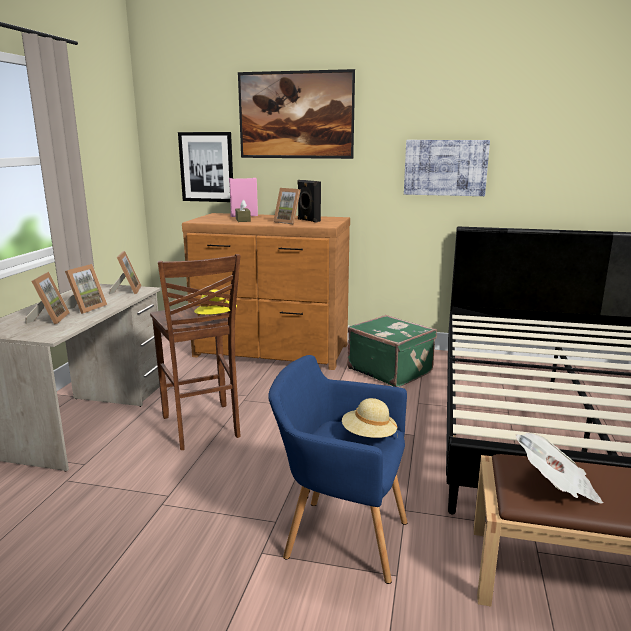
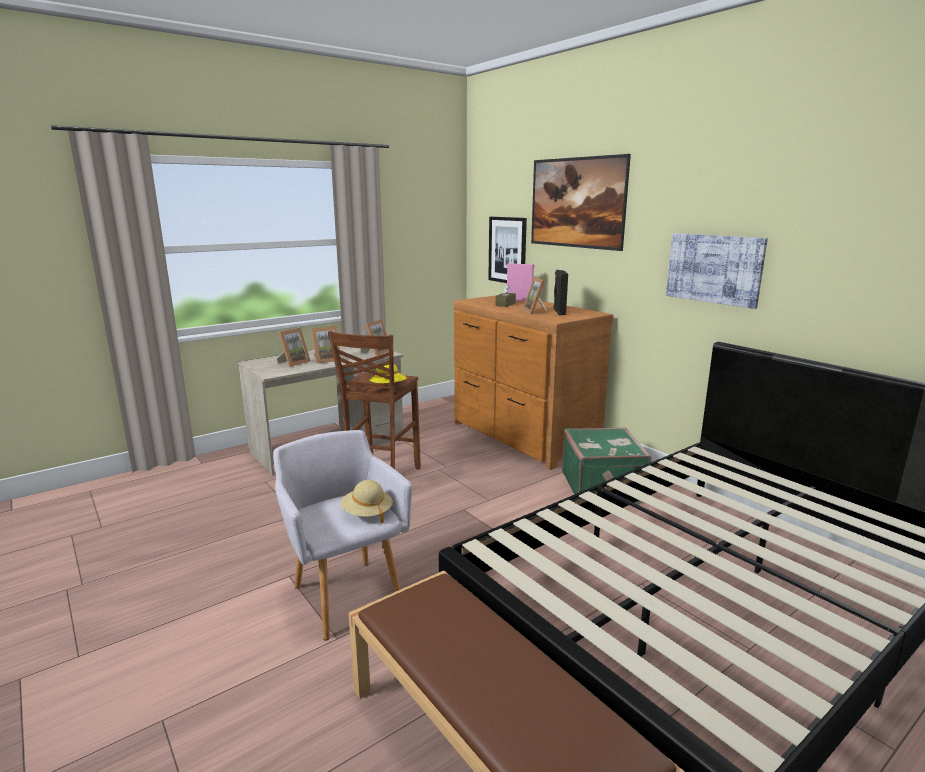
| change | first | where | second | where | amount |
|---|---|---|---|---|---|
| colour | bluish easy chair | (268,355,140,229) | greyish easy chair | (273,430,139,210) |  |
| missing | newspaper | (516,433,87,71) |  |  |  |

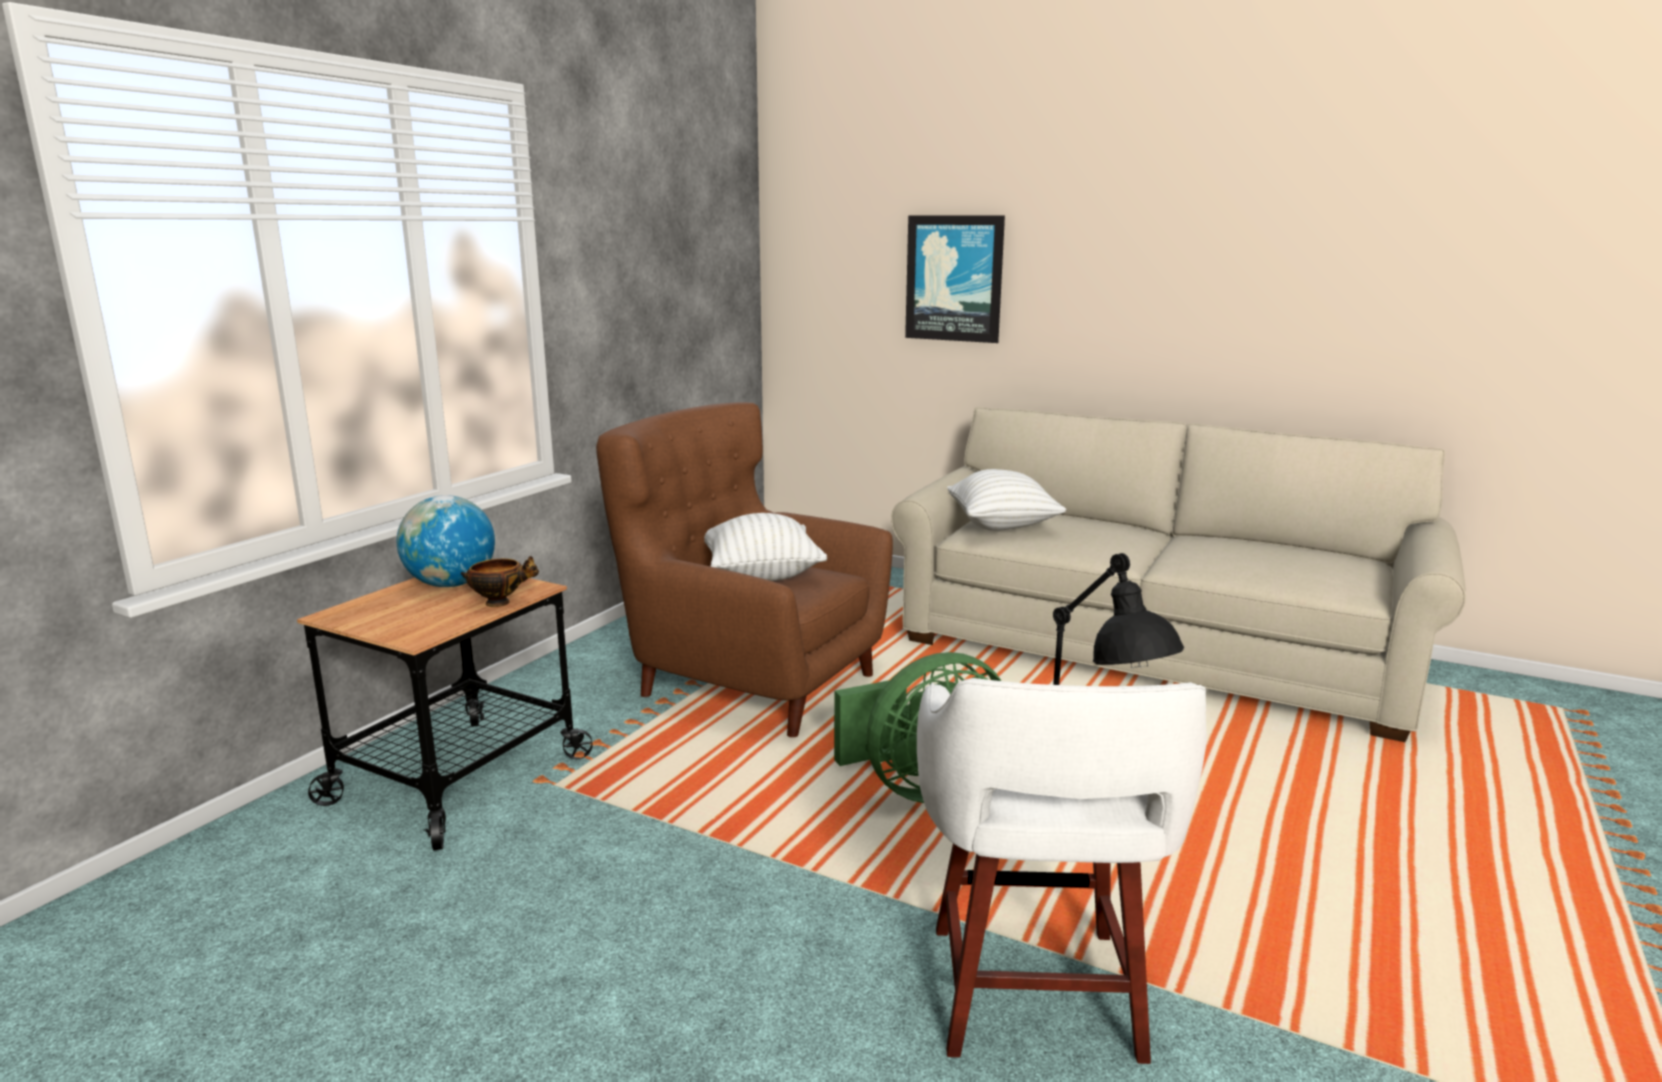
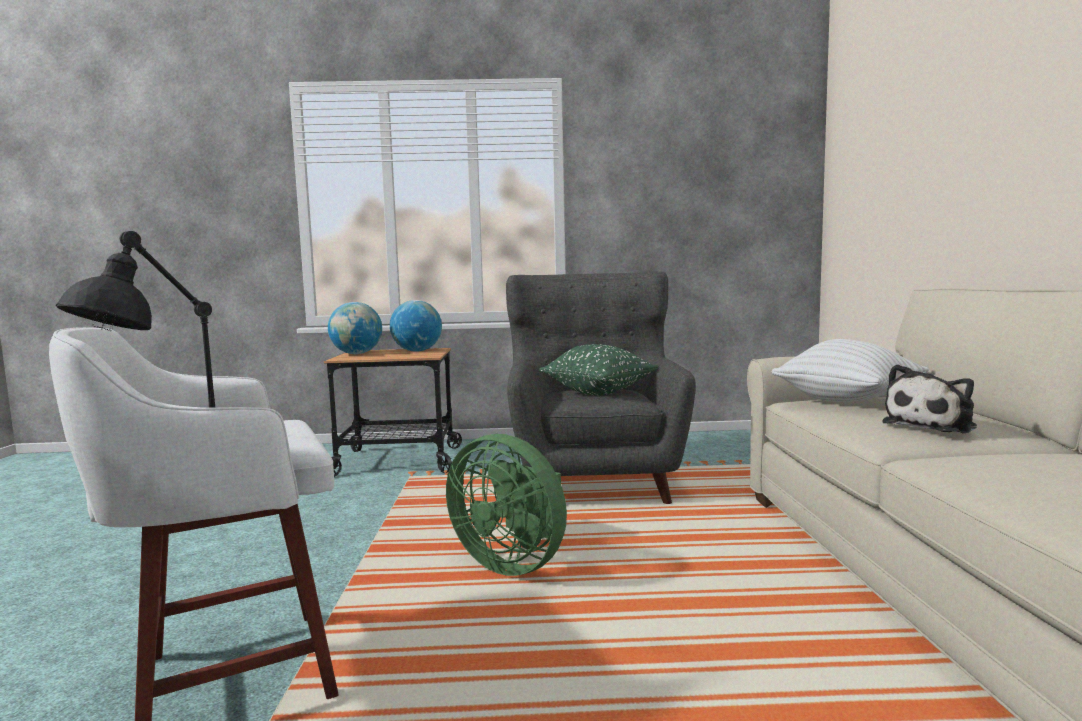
| change | first | where | second | where | amount |
|---|---|---|---|---|---|
| missing | deep dish | (461,556,78,51) |  |  |  |
| colour | brown easy chair | (596,402,297,335) | greyish easy chair | (506,271,190,233) |  |
| colour | white throw pillow | (704,513,123,68) | green-coloured throw pillow | (539,344,119,51) |  |
| missing | picture | (905,215,100,128) |  |  |  |
| appeared |  |  | desk globe | (328,302,54,52) |  |
| appeared |  |  | plush toy | (882,364,95,69) |  |

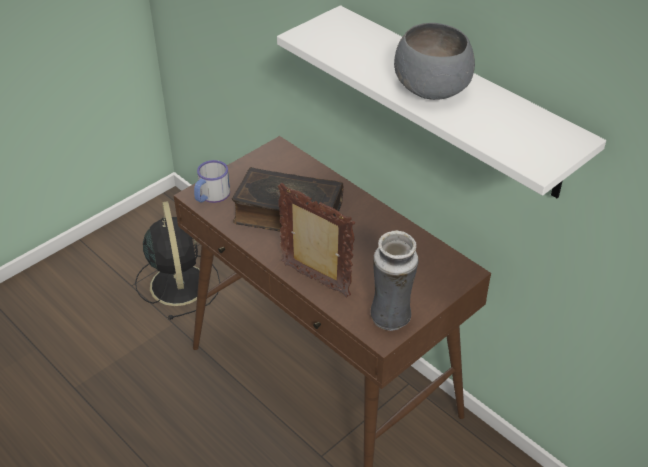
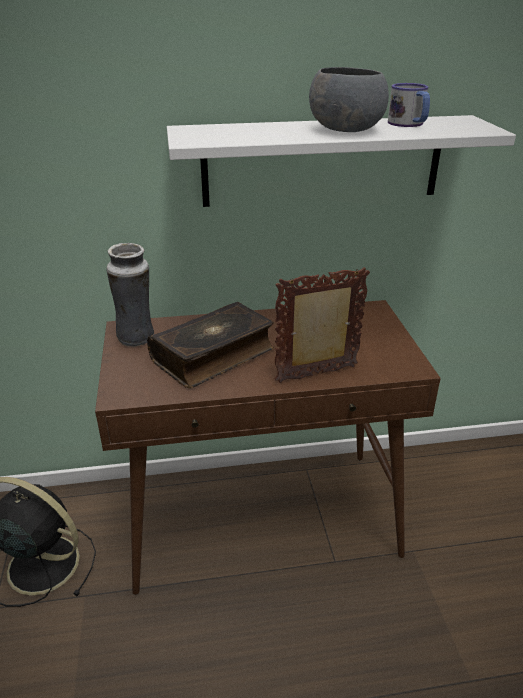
| change | first | where | second | where | amount |
|---|---|---|---|---|---|
| relocated | tea mug | (194,160,36,43) |  | (388,83,42,44) |  |
| relocated | decorative vase | (370,230,49,101) |  | (107,243,47,104) |  |

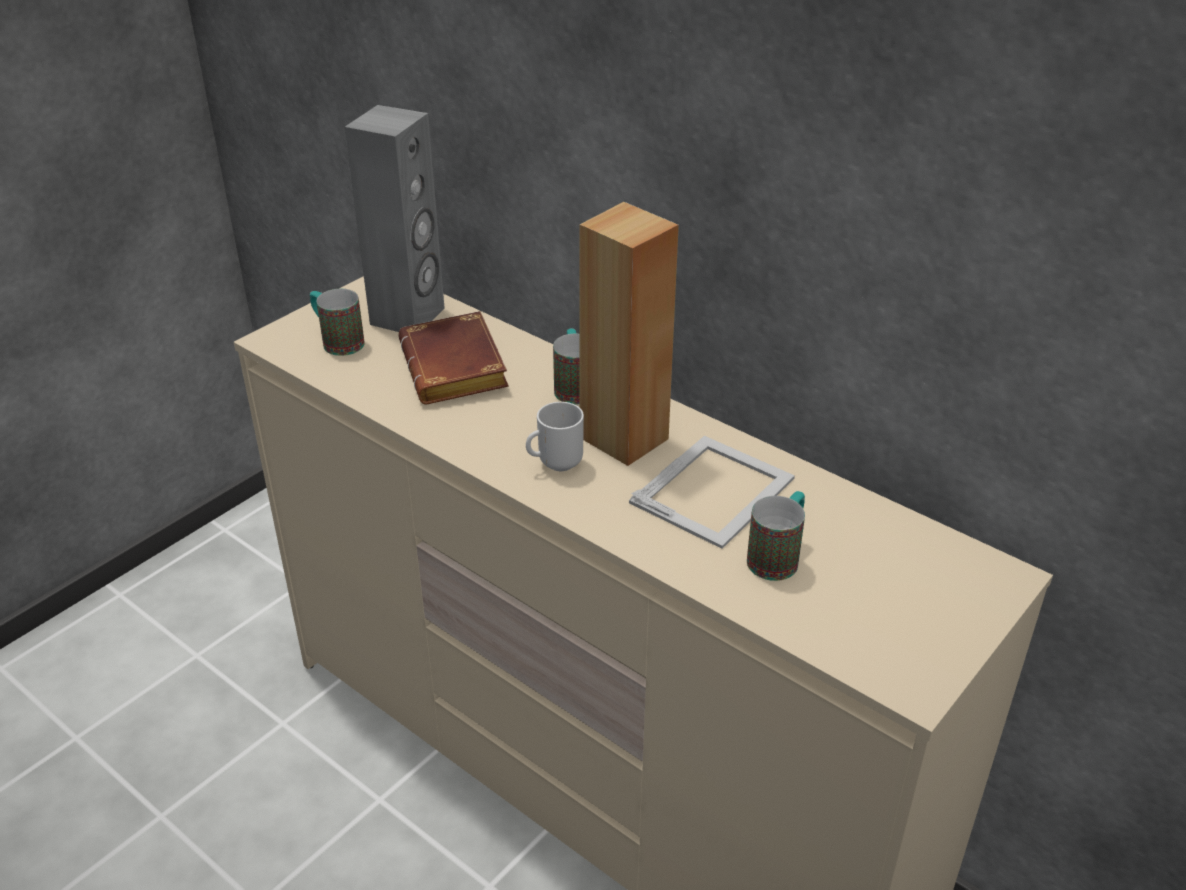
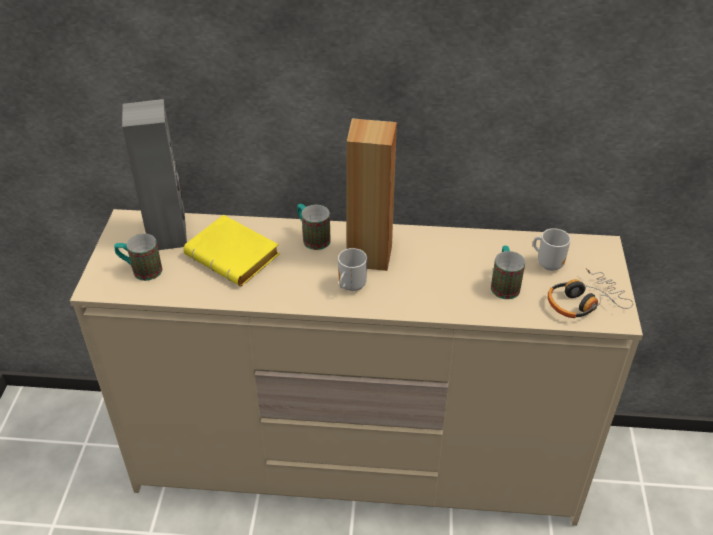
| change | first | where | second | where | amount |
|---|---|---|---|---|---|
| colour | brown book | (398,311,111,93) | yellow-coloured book | (183,215,97,71) |  |
| missing | picture frame | (629,436,166,113) |  |  |  |
| appeared |  |  | tea mug | (533,228,38,43) |  |
| appeared |  |  | headphones | (548,268,85,50) |  |

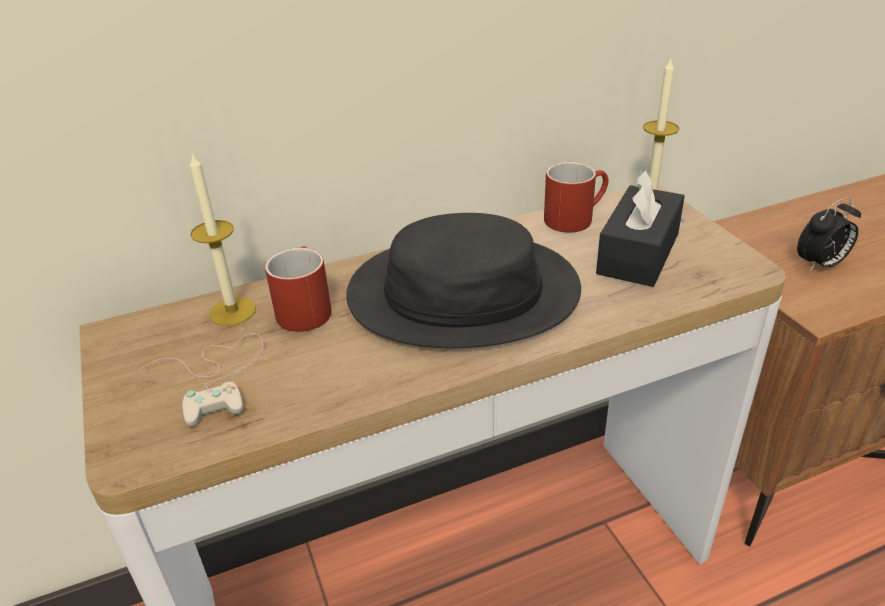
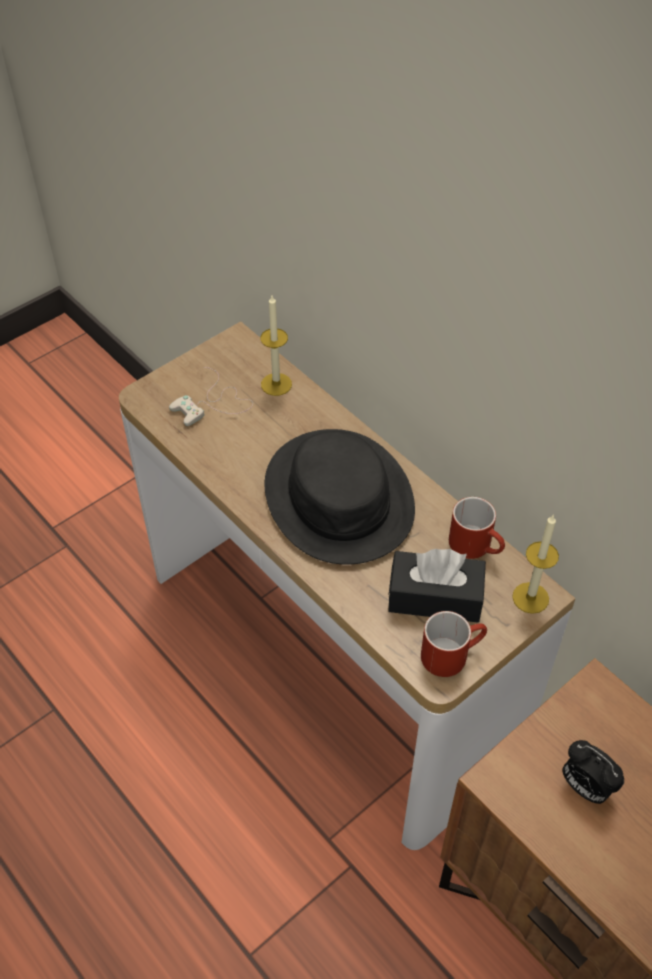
| change | first | where | second | where | amount |
|---|---|---|---|---|---|
| relocated | reddish tea mug | (265,246,66,86) |  | (421,611,66,66) |  |

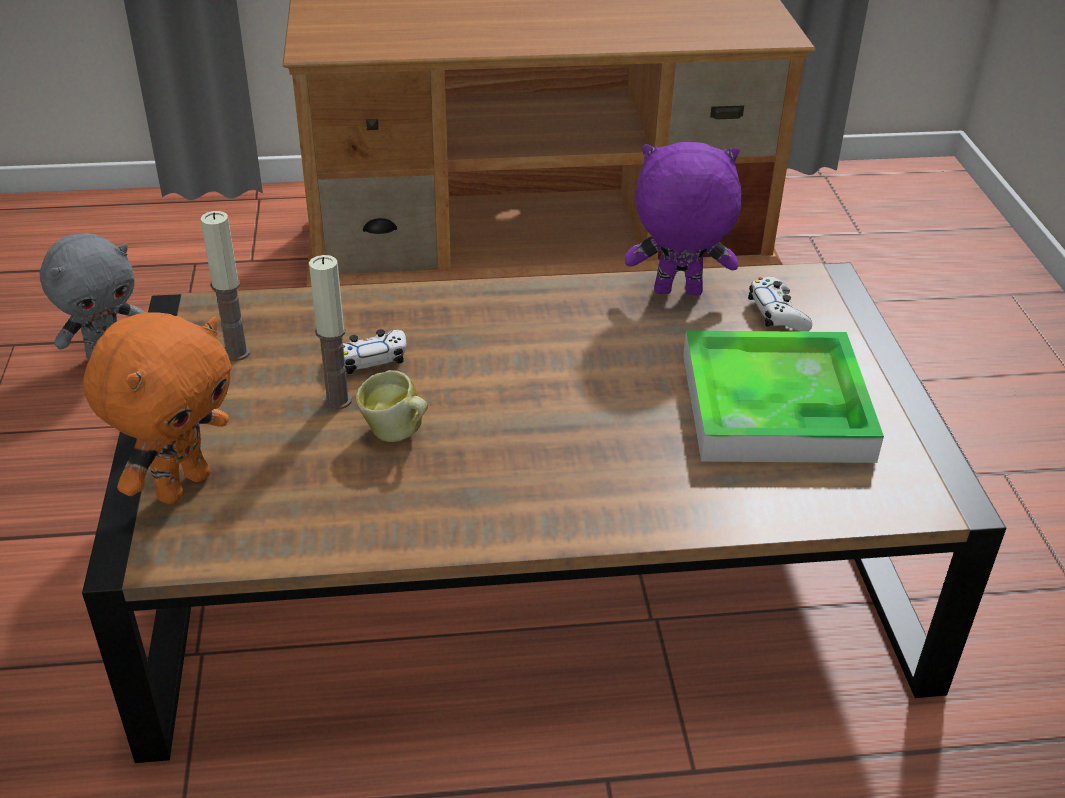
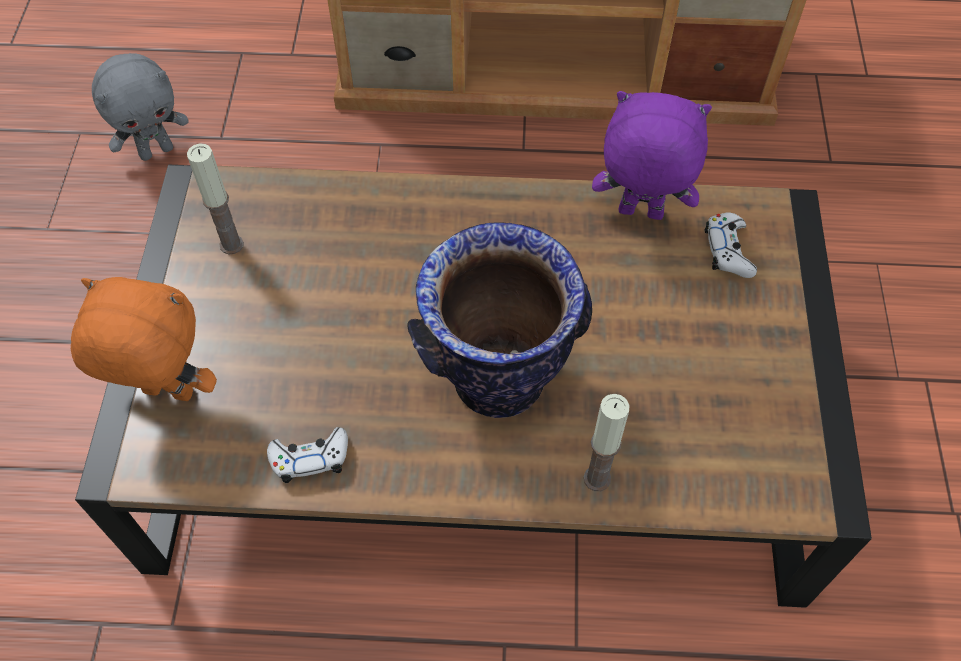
| change | first | where | second | where | amount |
|---|---|---|---|---|---|
| spun | orangey plush toy | (83,312,149,192) |  | (71,277,146,124) | 120 degrees counterclockwise |
| relocated | wax candle | (309,255,43,155) |  | (584,394,46,97) |  |
| relocated | white joypad | (343,329,63,45) |  | (267,427,81,56) |  |
| missing | tea mug | (356,370,72,72) |  |  |  |
| missing | serving tray | (683,331,201,132) |  |  |  |
| appeared |  |  | decorative vase | (407,222,185,196) |  |

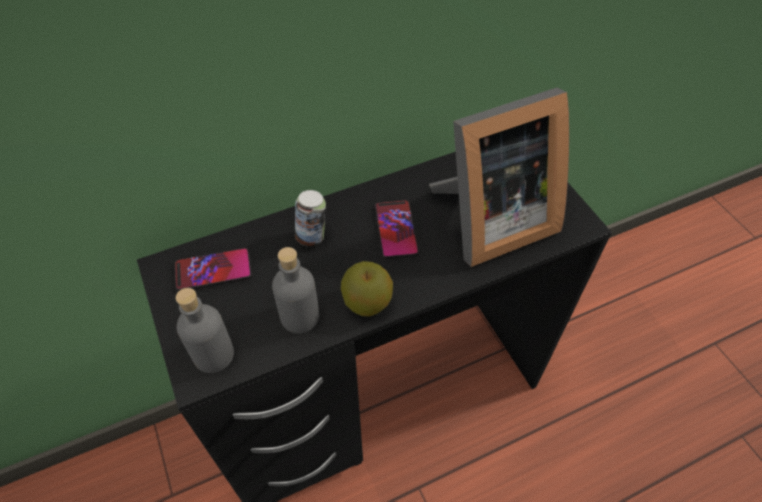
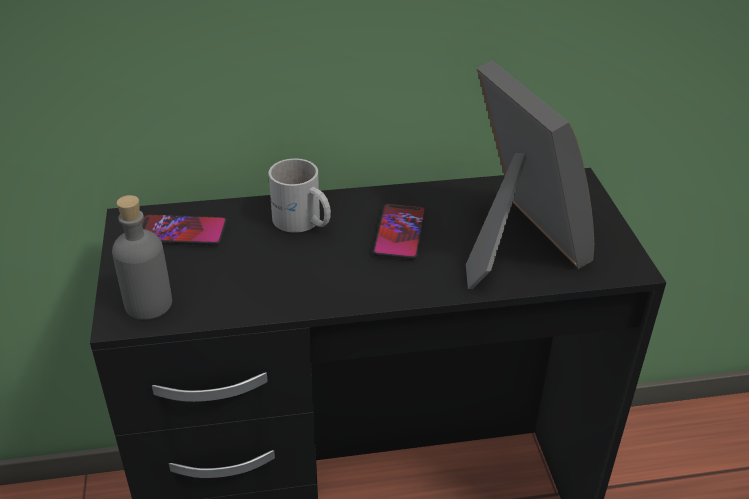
| change | first | where | second | where | amount |
|---|---|---|---|---|---|
| missing | greyish beverage bottle | (272,247,47,86) |  |  |  |
| exchanged | sealed can | (295,190,31,57) | white tea mug | (269,158,62,75) |  |
| missing | whole apple | (341,261,52,56) |  |  |  |
| spun | picture frame | (429,88,140,179) |  | (466,60,128,229) | 105 degrees counterclockwise |

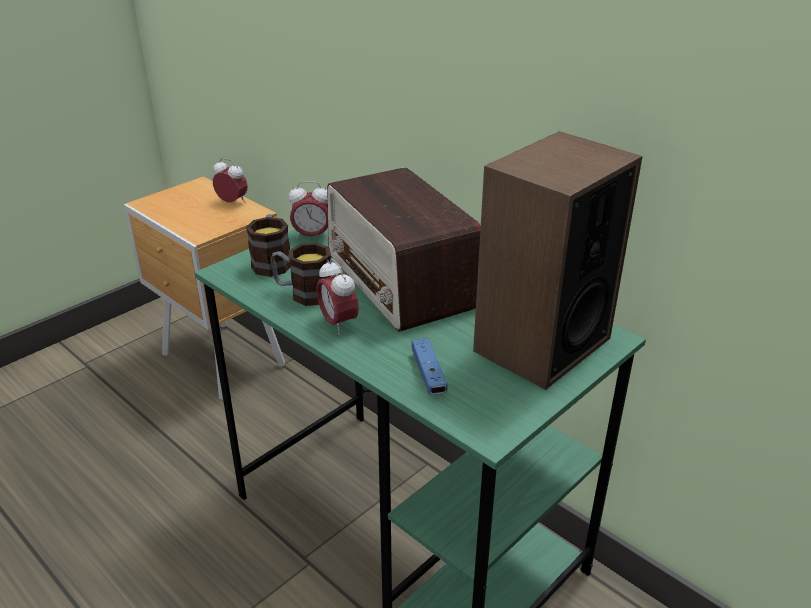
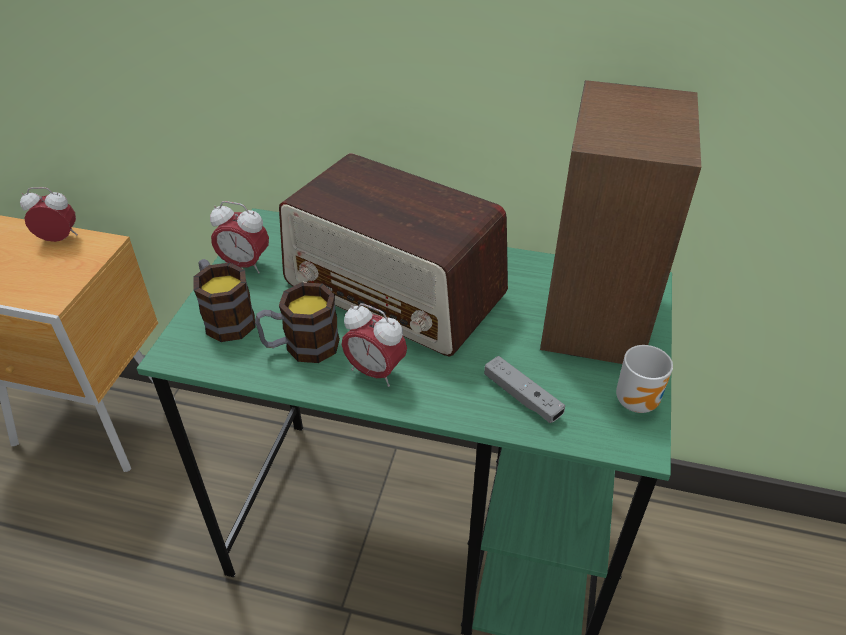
| change | first | where | second | where | amount |
|---|---|---|---|---|---|
| spun | table clock | (288,182,40,58) |  | (210,201,59,73) | 45 degrees clockwise |
| colour | bluish joypad | (412,338,36,57) | greyish joypad | (484,356,81,67) |  |
| appeared |  |  | tea mug | (616,345,57,68) |  |

